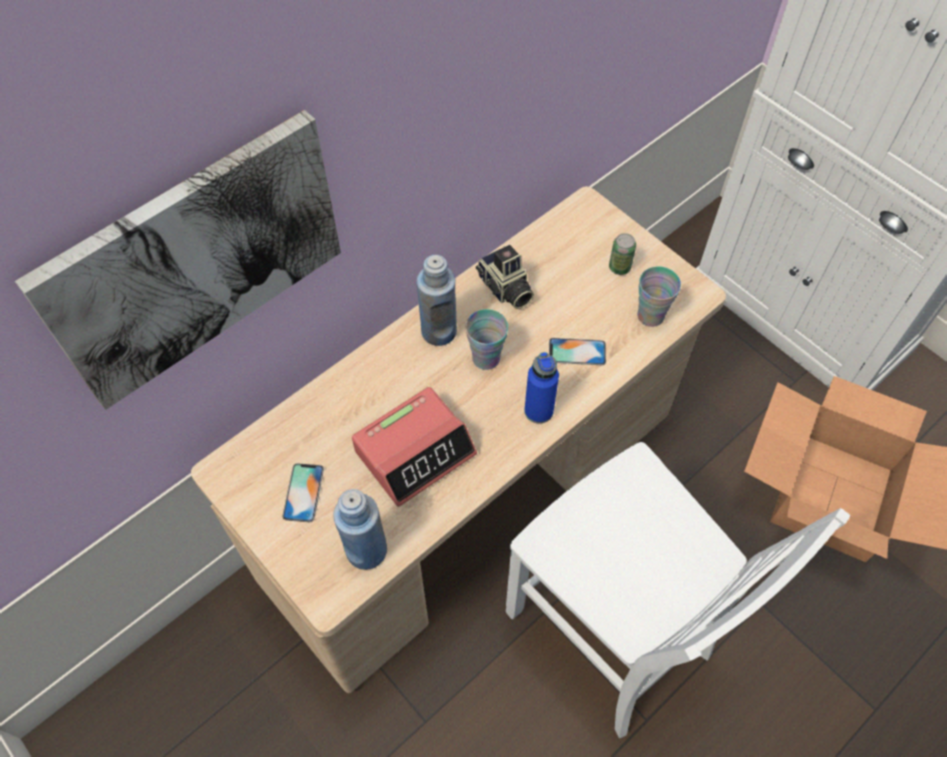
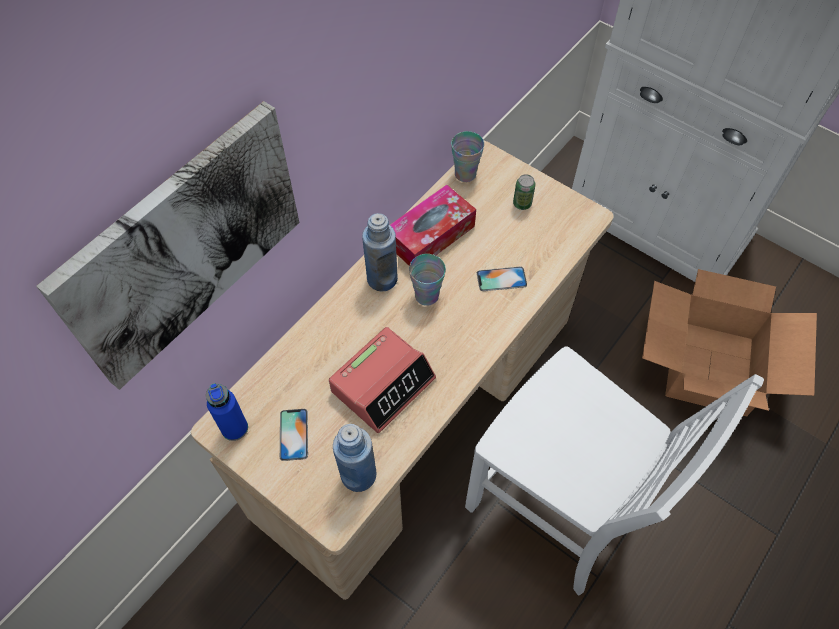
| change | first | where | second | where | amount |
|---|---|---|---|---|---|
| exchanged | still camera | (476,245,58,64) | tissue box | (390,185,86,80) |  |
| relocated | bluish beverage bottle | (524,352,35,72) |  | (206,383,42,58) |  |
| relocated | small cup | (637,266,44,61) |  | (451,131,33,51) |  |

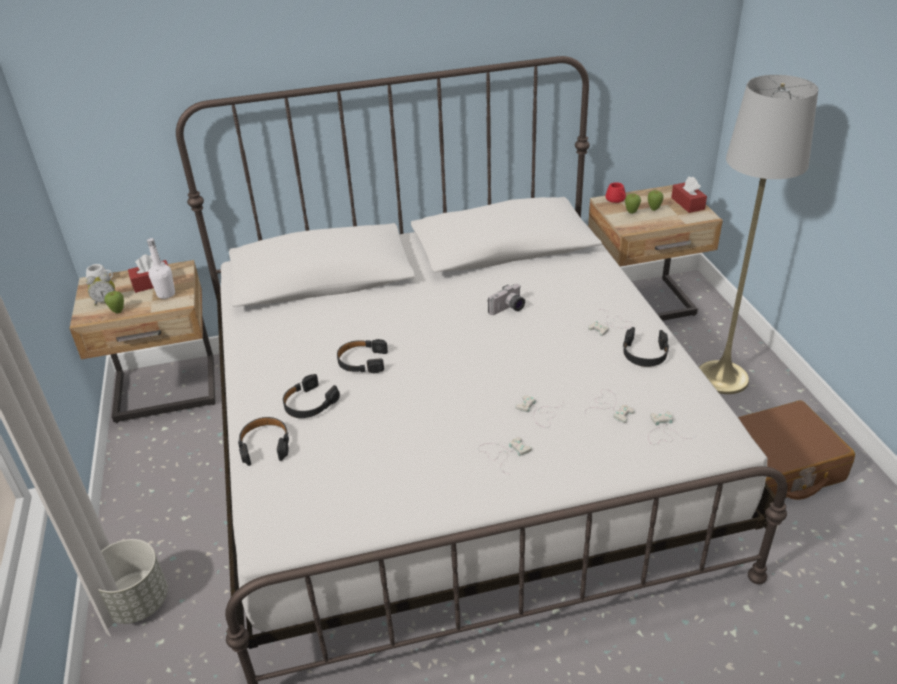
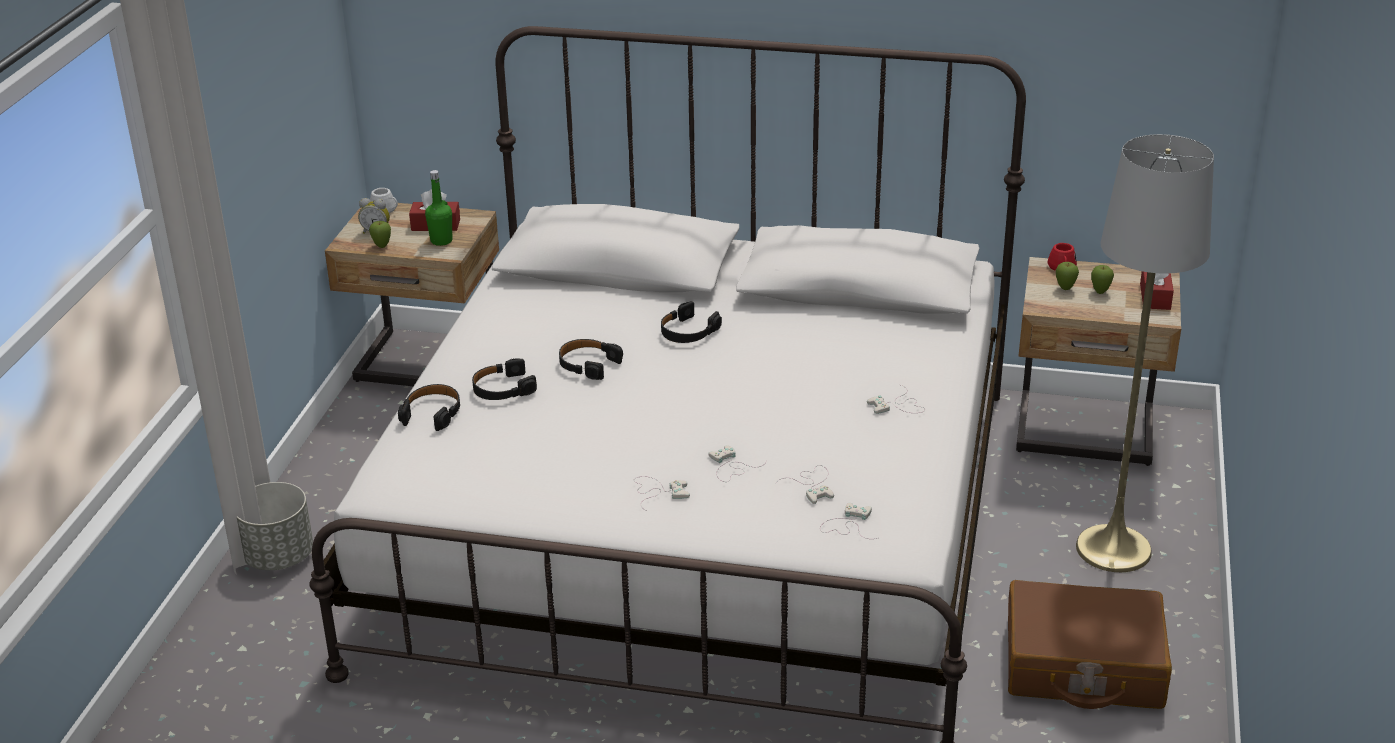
| change | first | where | second | where | amount |
|---|---|---|---|---|---|
| colour | white beverage bottle | (147,238,28,61) | green-coloured beverage bottle | (425,170,27,76) |  |
| missing | still camera | (488,284,37,31) |  |  |  |
| relocated | black-coloured headphones | (623,327,46,40) |  | (661,301,61,42) |  |

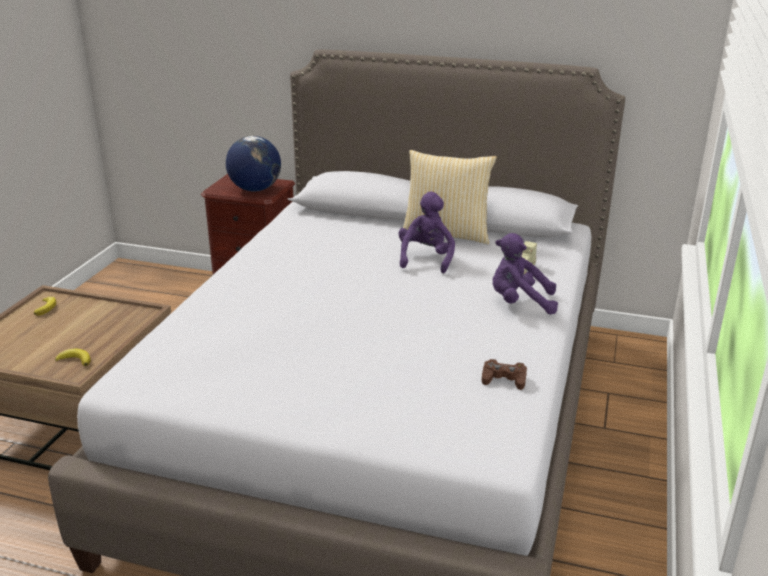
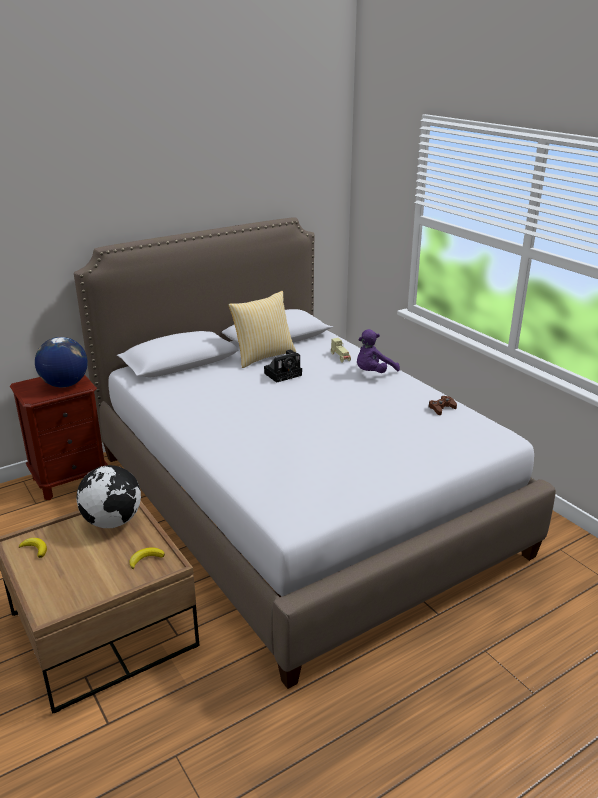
| change | first | where | second | where | amount |
|---|---|---|---|---|---|
| exchanged | purple-coloured plush toy | (398,191,57,82) | still camera | (264,350,38,33) |  |
| appeared |  |  | desk globe | (77,465,64,63) |  |

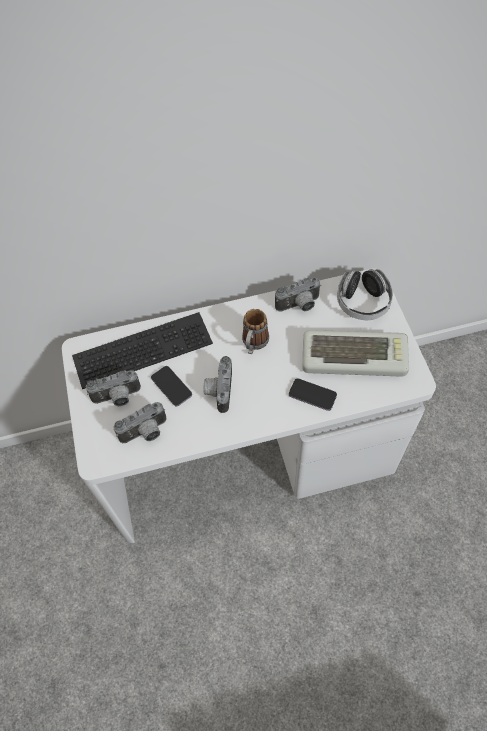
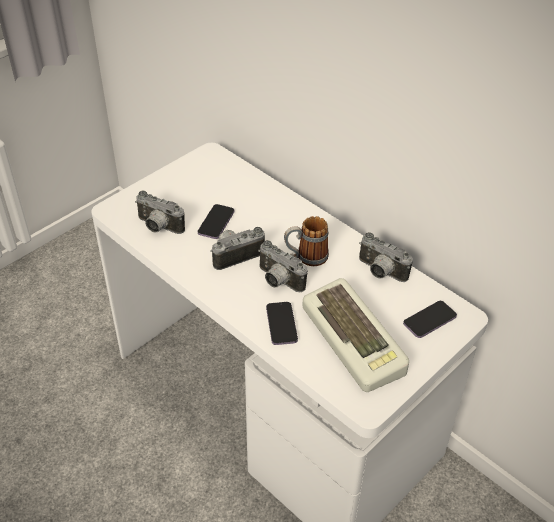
| change | first | where | second | where | amount |
|---|---|---|---|---|---|
| missing | PC keyboard | (72,312,141,77) |  |  |  |
| relocated | still camera | (86,370,55,36) |  | (258,240,50,52) |  |
| exchanged | headphones | (337,269,56,51) | telephone | (403,301,54,37) |  |

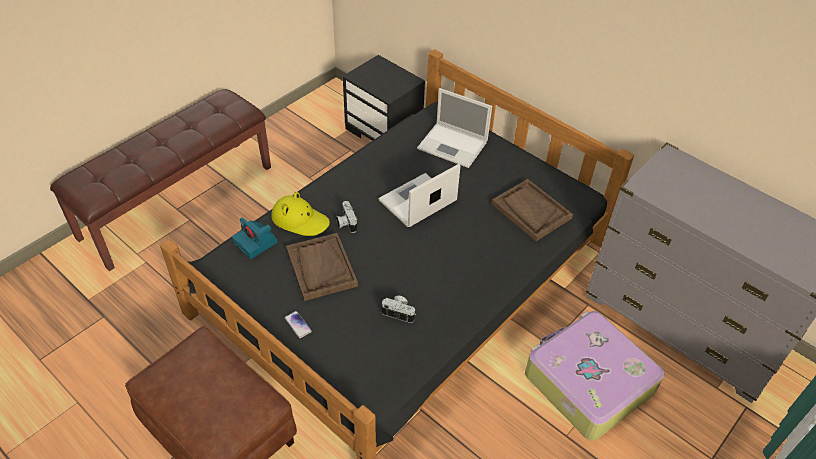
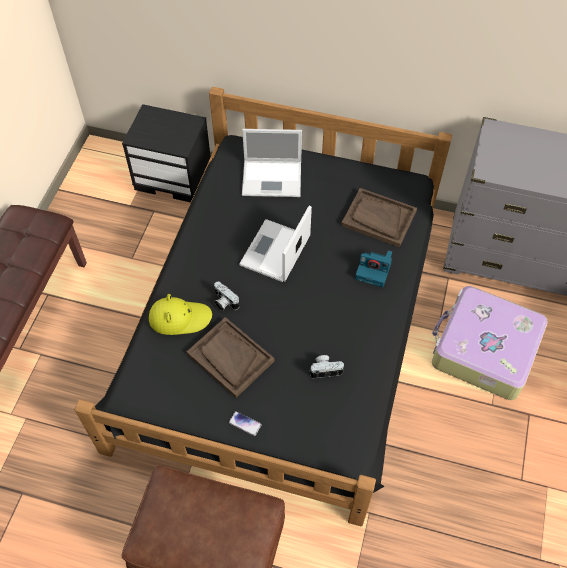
| change | first | where | second | where | amount |
|---|---|---|---|---|---|
| relocated | still camera | (232,217,46,42) |  | (355,250,37,37) |  |

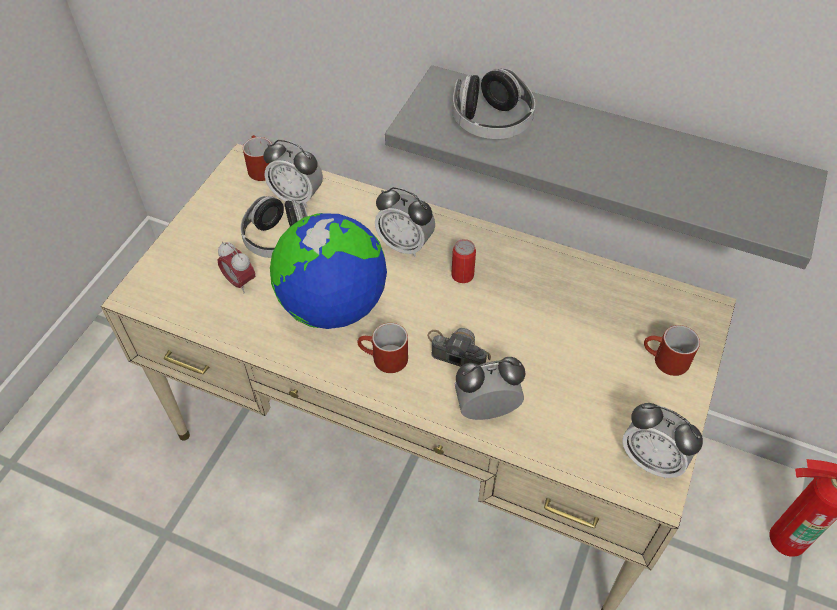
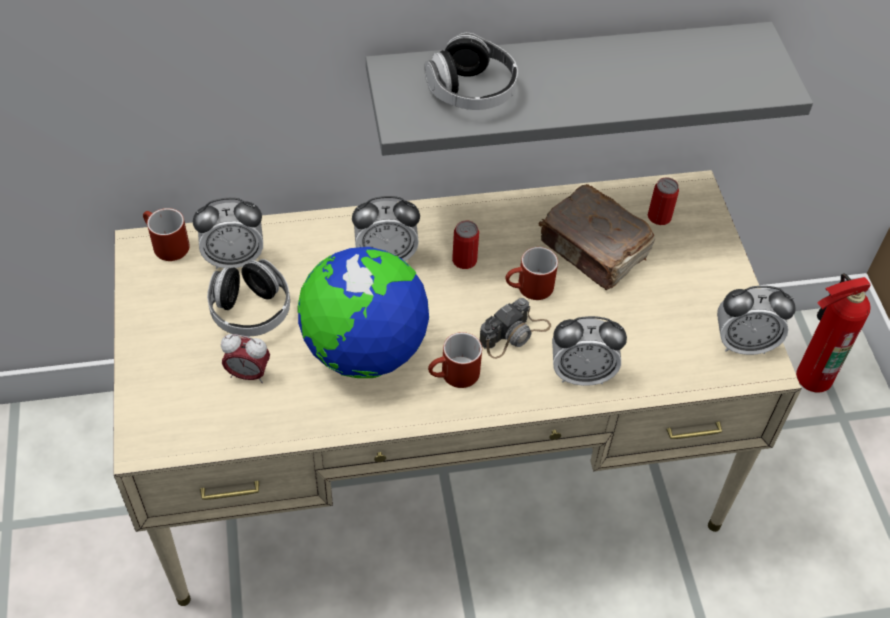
| change | first | where | second | where | amount |
|---|---|---|---|---|---|
| spun | still camera | (427,328,64,39) |  | (479,298,72,61) | 150 degrees clockwise |
| spun | table clock | (455,357,70,63) |  | (552,316,75,70) | 135 degrees counterclockwise |
| relocated | reddish tea mug | (644,325,56,51) |  | (506,247,52,53) |  |
| appeared |  |  | brown book | (539,184,116,106) |  |
| appeared |  |  | sealed can | (648,177,31,48) |  |

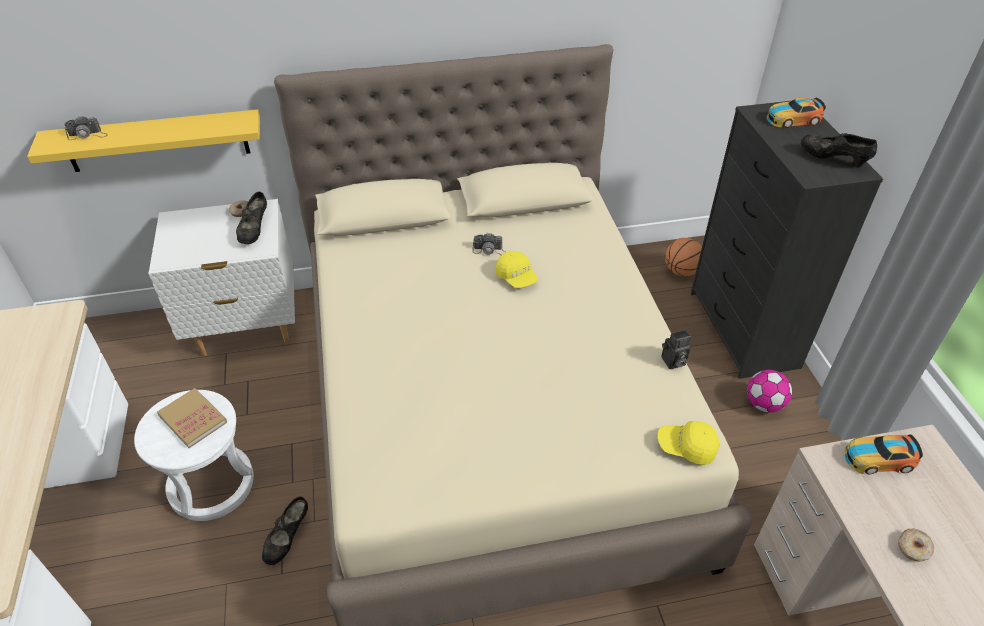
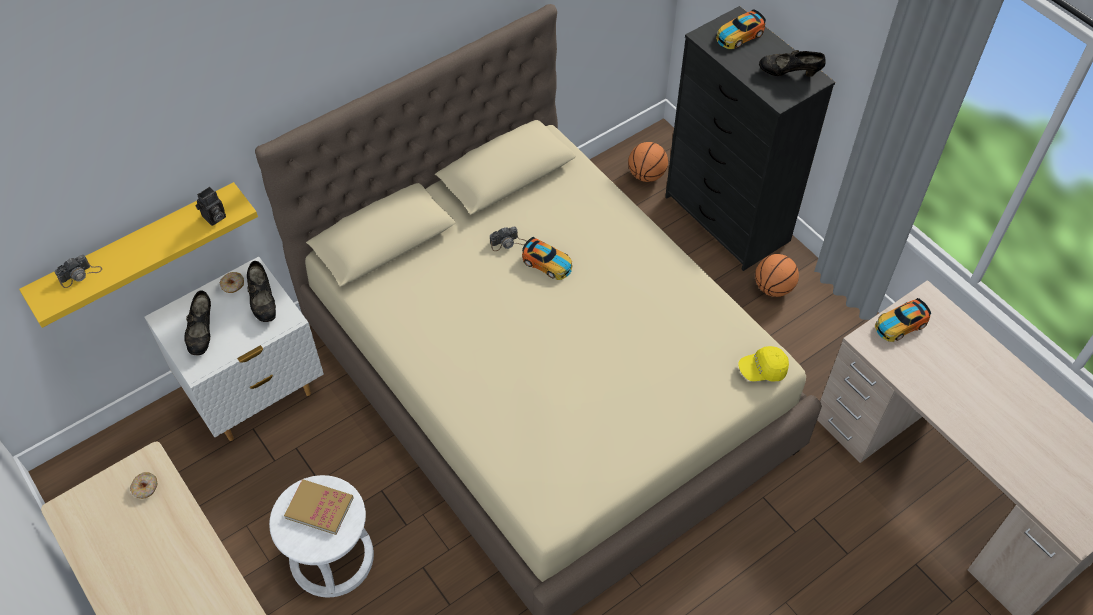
| change | first | where | second | where | amount |
|---|---|---|---|---|---|
| relocated | black-coloured low shoe | (262,496,46,69) |  | (184,290,27,66) |  |
| exchanged | yellow-coloured baseball cap | (495,251,43,37) | miniature car | (522,237,50,43) |  |
| relocated | still camera | (661,330,31,39) |  | (195,187,31,39) |  |
| exchanged | ball for football | (747,370,45,42) | ball for basketball | (755,254,44,43) |  |
| relocated | donut | (898,529,36,32) |  | (130,472,28,27) |  |

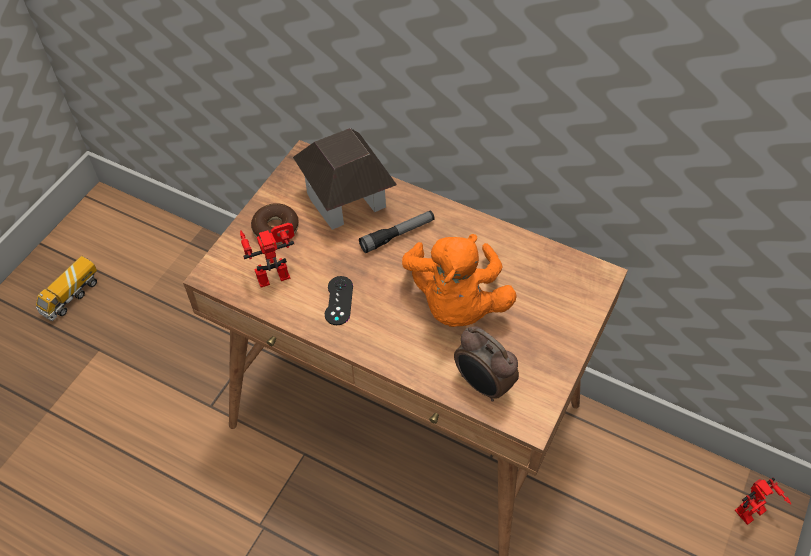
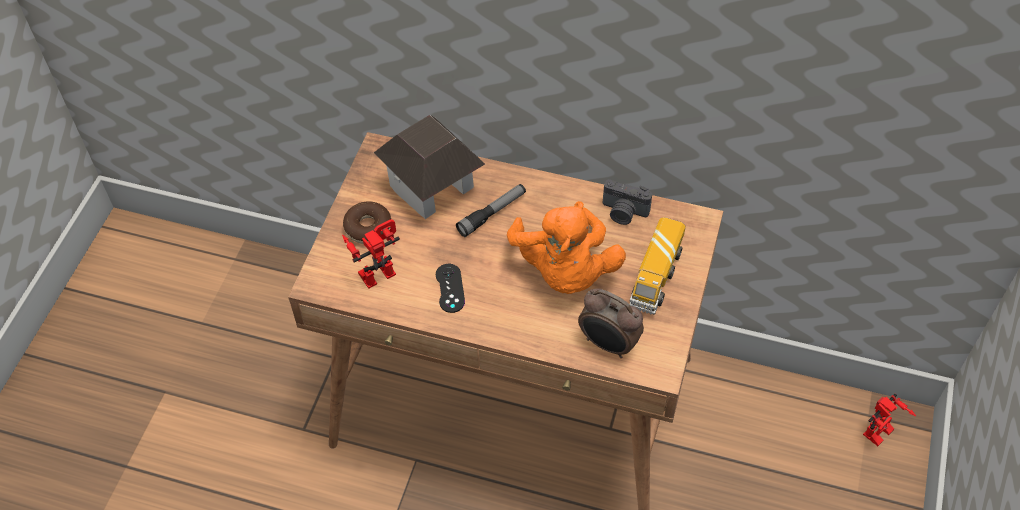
| change | first | where | second | where | amount |
|---|---|---|---|---|---|
| relocated | model truck | (36,256,61,65) |  | (629,217,57,98) |  |
| appeared |  |  | still camera | (603,179,49,46) |  |

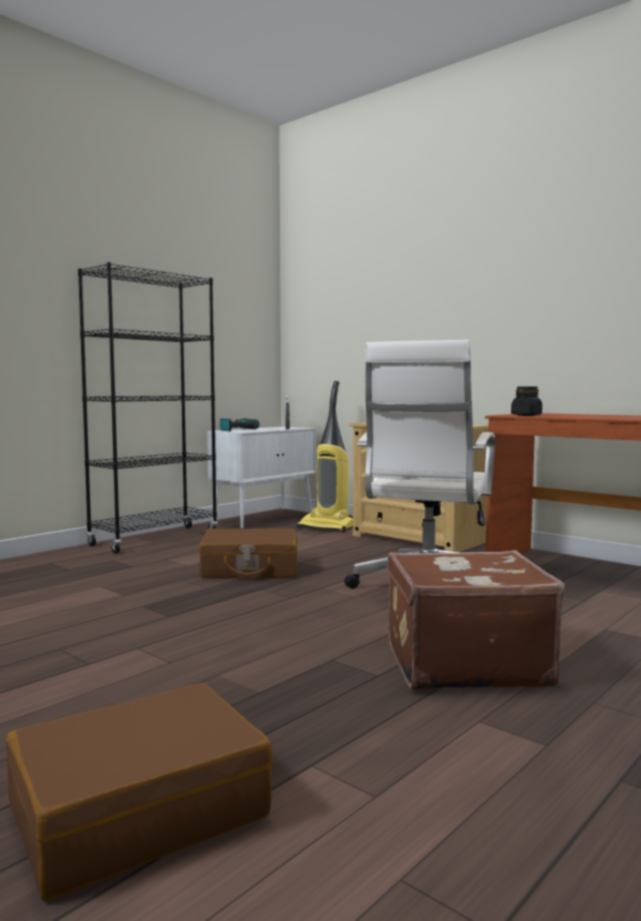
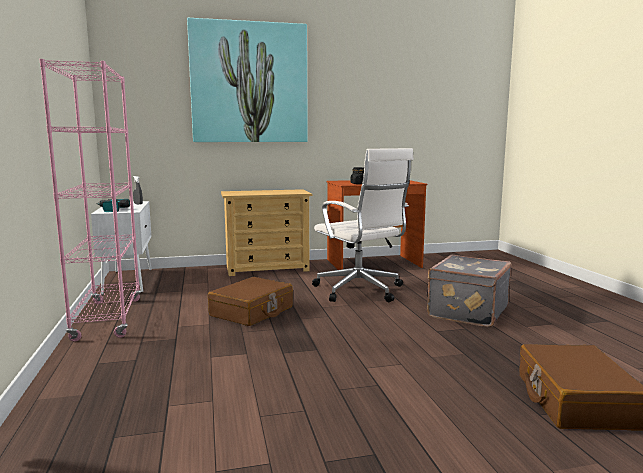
| change | first | where | second | where | amount |
|---|---|---|---|---|---|
| colour | black-coloured shelving unit | (78,262,140,291) | pink-coloured shelving unit | (39,59,102,283) |  |
| missing | vacuum | (297,381,56,152) |  |  |  |
| colour | brown travel case | (388,550,176,141) | greyish travel case | (426,255,85,72) |  |
| appeared |  |  | picture | (187,18,121,124) |  |

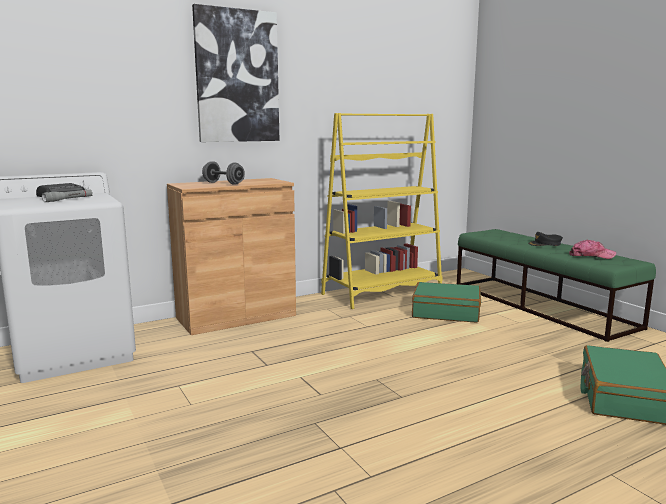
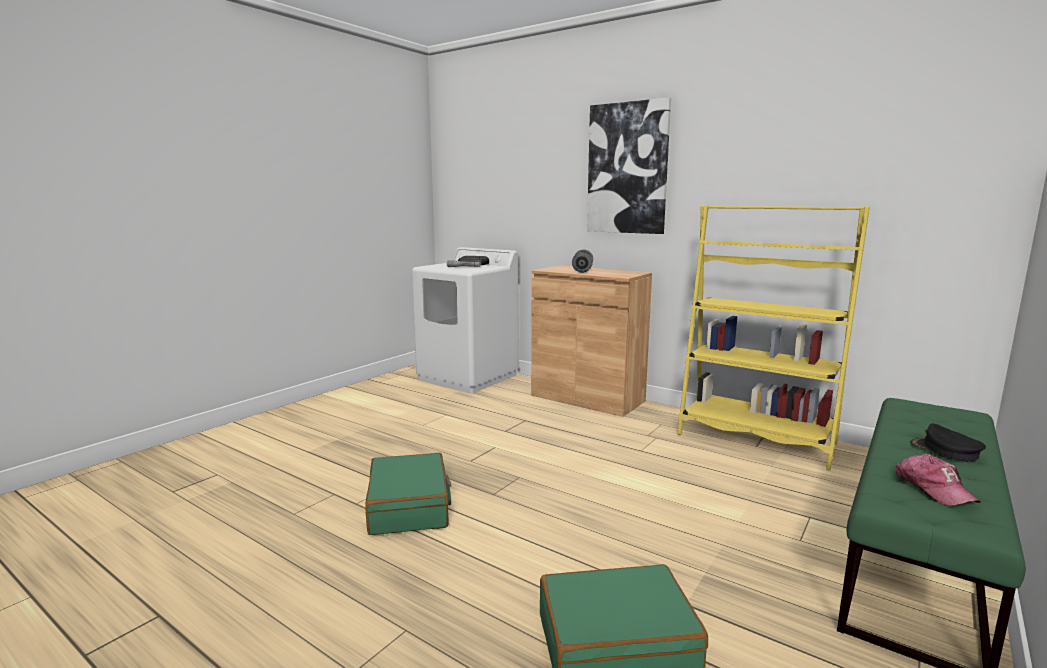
| change | first | where | second | where | amount |
|---|---|---|---|---|---|
| relocated | green-coloured travel case | (412,282,69,40) |  | (366,453,85,82) |  |

